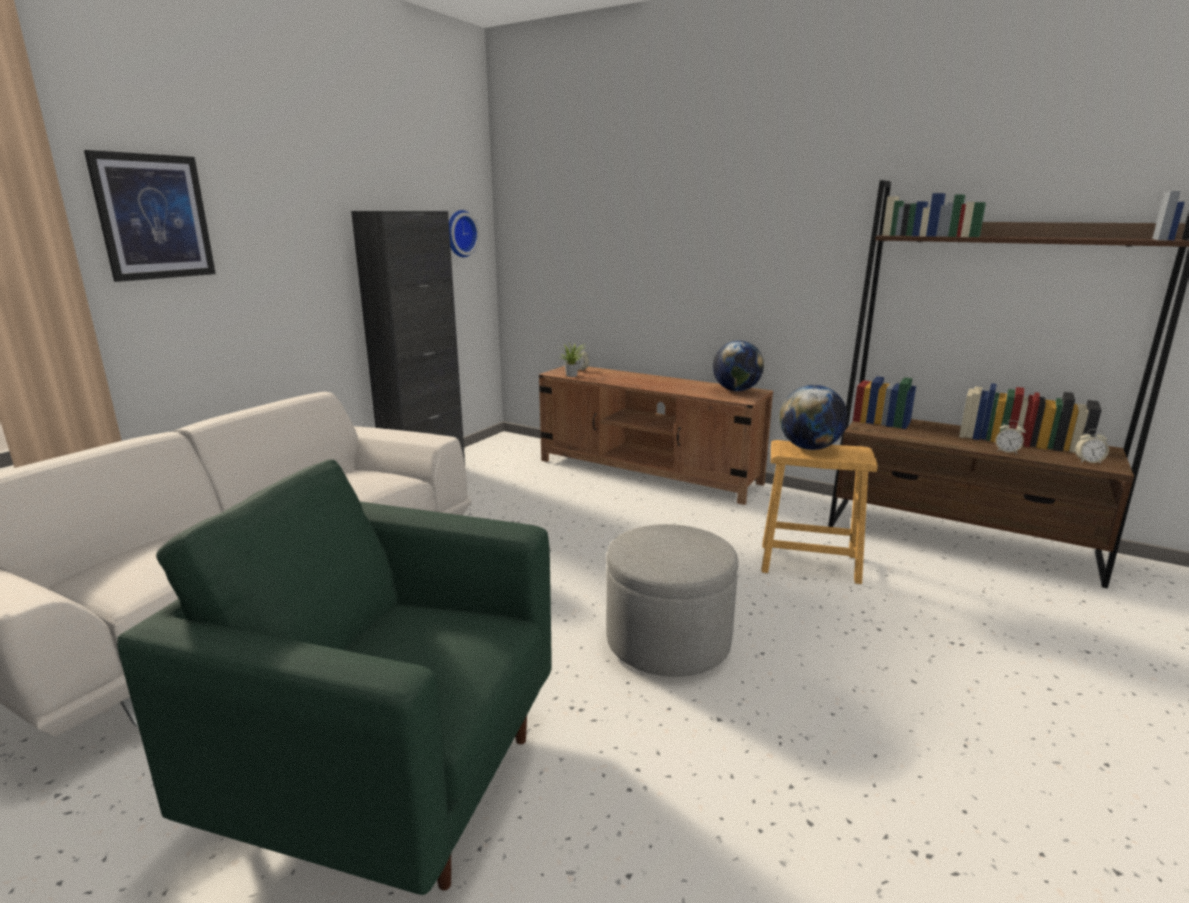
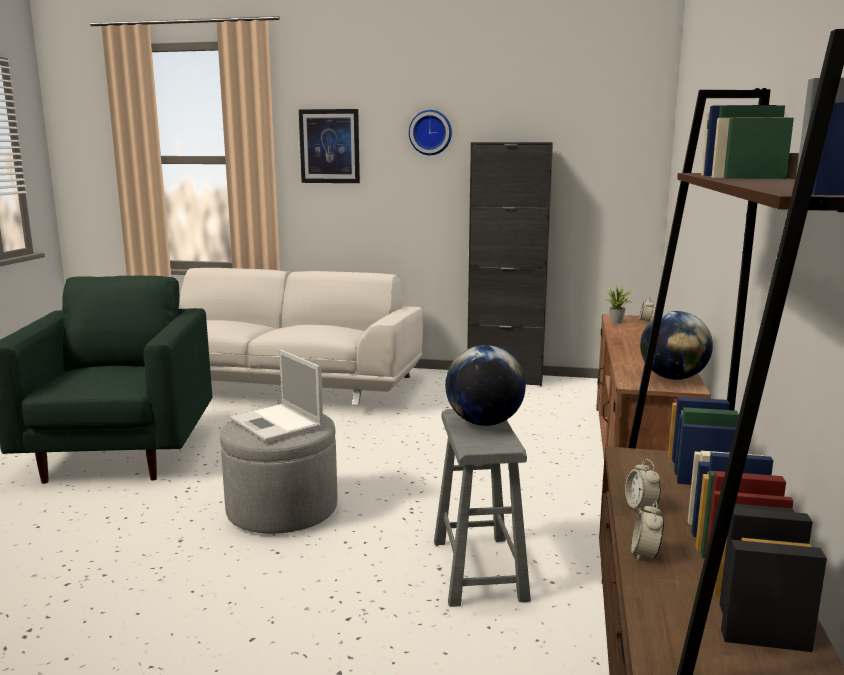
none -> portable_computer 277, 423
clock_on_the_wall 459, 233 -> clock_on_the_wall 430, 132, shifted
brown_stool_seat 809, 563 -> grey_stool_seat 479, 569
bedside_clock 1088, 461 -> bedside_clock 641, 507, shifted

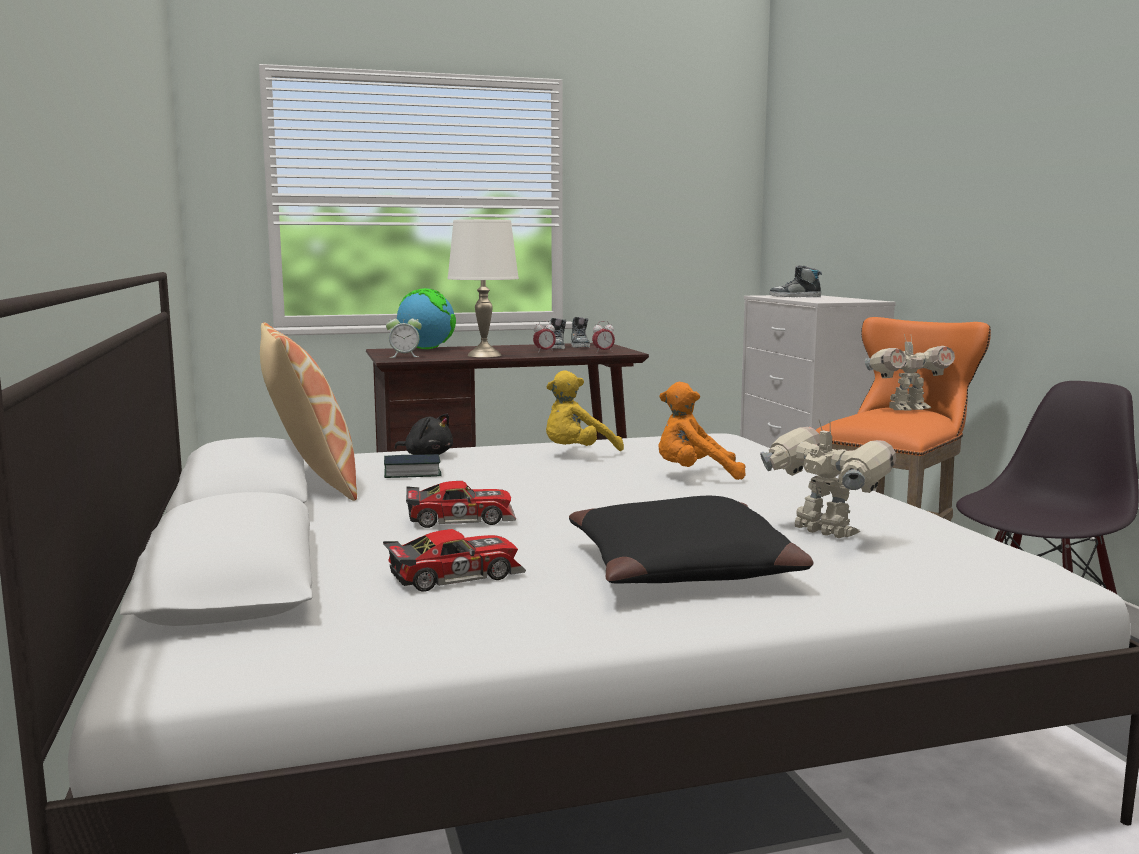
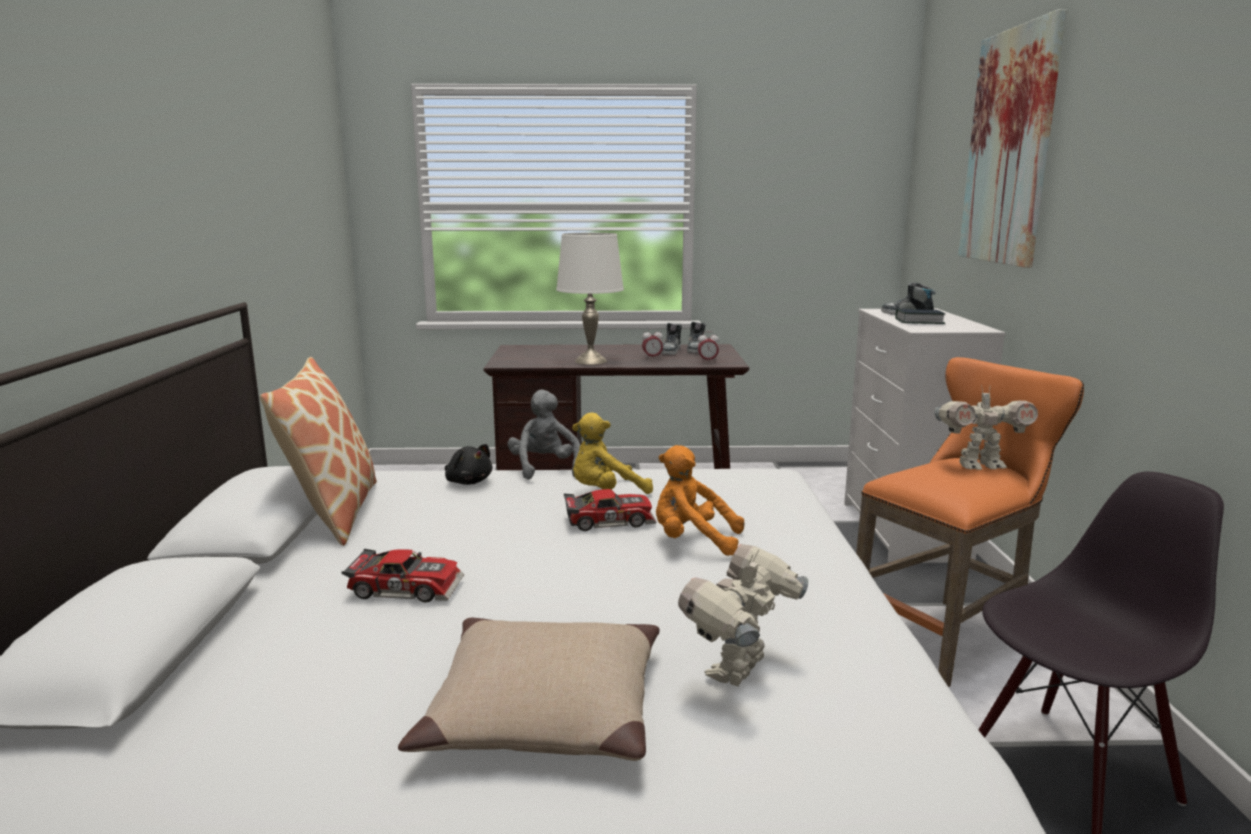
black_throw_pillow 683, 568 -> sand-coloured_throw_pillow 544, 711
none -> grey_cuddly_toy 544, 468
model_car 453, 574 -> model_car 609, 519, shifted
model_robot 823, 533 -> model_robot 740, 670, 120 degrees counterclockwise
bound_book 412, 473 -> bound_book 919, 321, shifted
none -> wall_picture 1009, 148
bedside_clock 404, 356 -> none
globe 426, 349 -> none

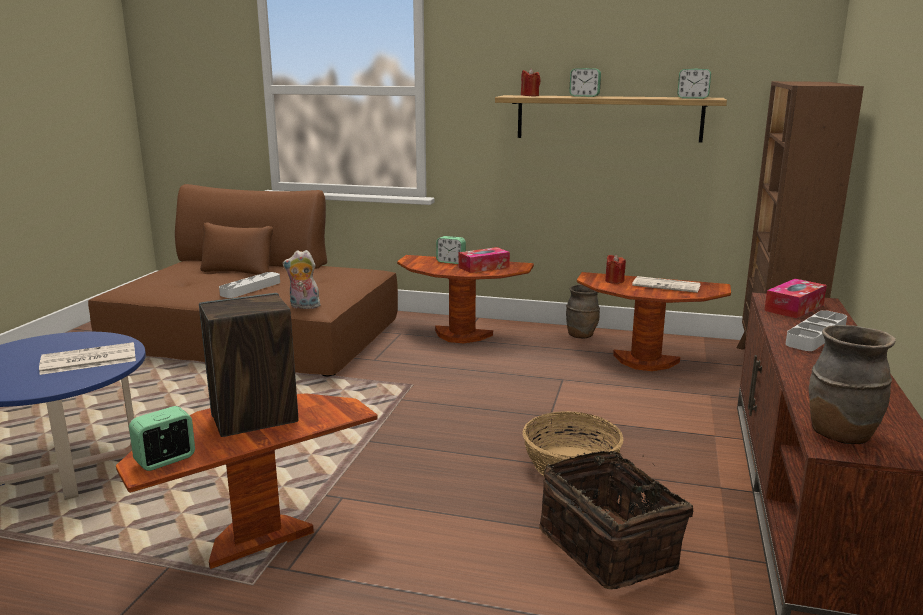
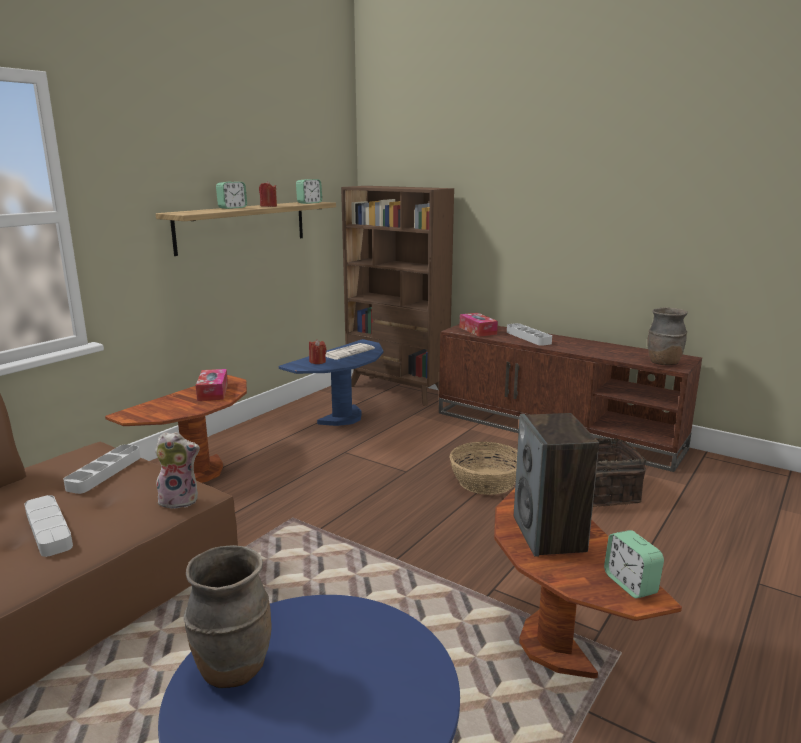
none -> grey_serving_tray 104, 472
cuddly_toy 303, 307 -> cuddly_toy 180, 500, 120 degrees counterclockwise
brown_decorative_vase 581, 335 -> brown_decorative_vase 233, 668, shifted
reddish_wax_light 530, 95 -> reddish_wax_light 268, 206, shifted
brown_accent_table 645, 362 -> blue-coloured_accent_table 343, 418
printed_paper 87, 360 -> none
bedside_clock 451, 262 -> none

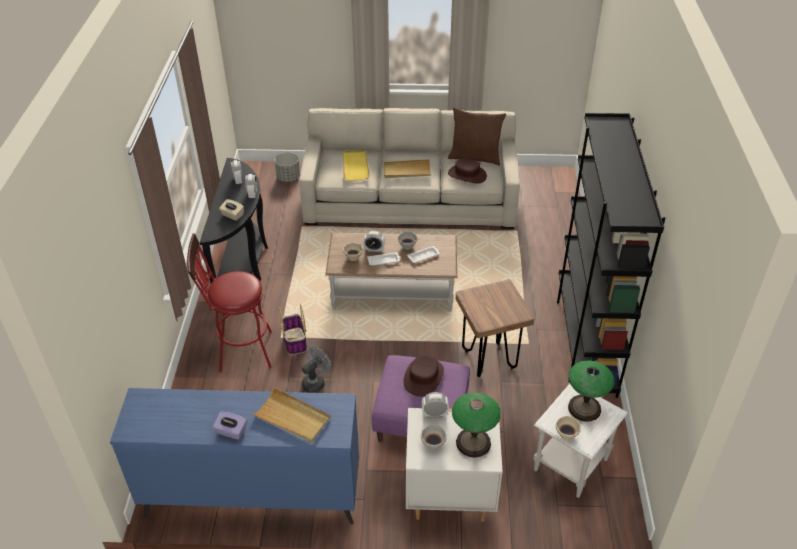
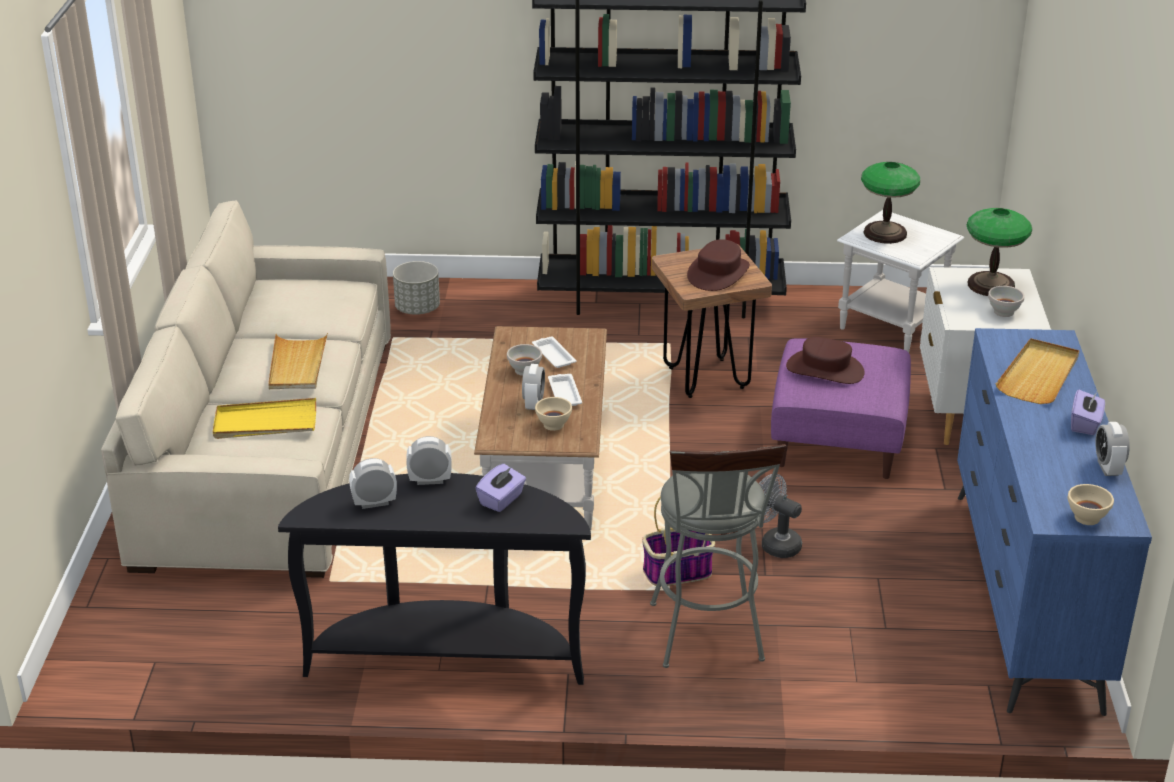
grey_plant_pot 288, 177 -> grey_plant_pot 417, 309, shifted
sand-coloured_box_of_tissues 232, 215 -> purplish_box_of_tissues 501, 500
reddish_stool_seat 240, 351 -> grey_stool_seat 708, 639
brown_wearable_hat 467, 175 -> brown_wearable_hat 718, 273, shifted
sand-coloured_bowl 566, 434 -> sand-coloured_bowl 1086, 517, shifted
bedside_clock 434, 414 -> bedside_clock 1107, 468, shifted
brown_throw_pillow 475, 157 -> none

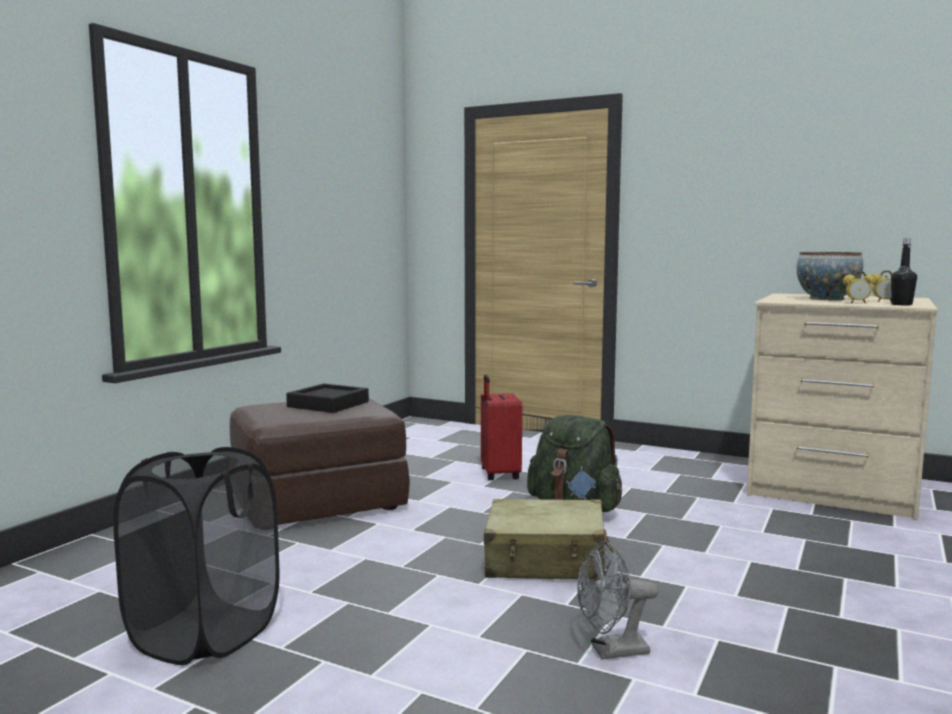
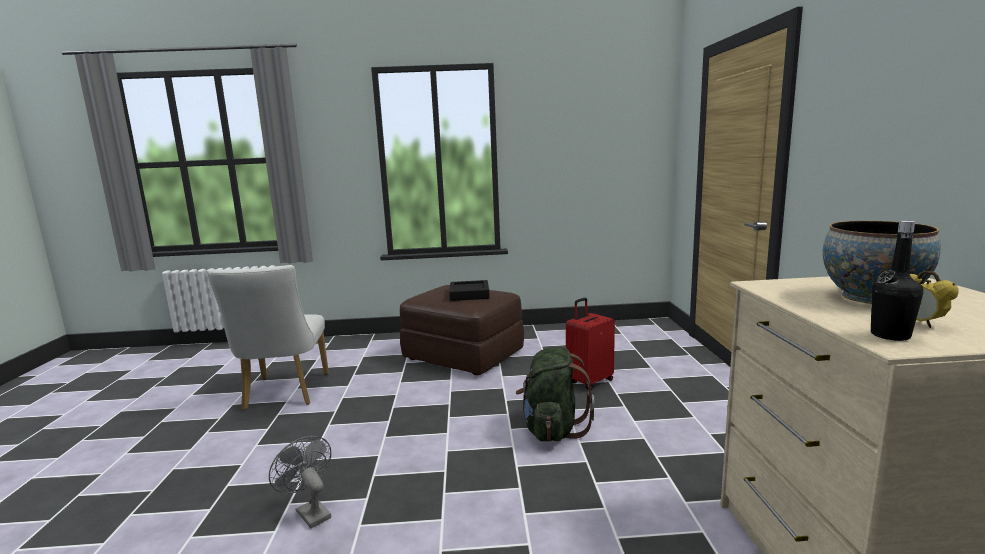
black_laundry_basket 204, 634 -> white-coloured_chair 284, 394
sand-coloured_suitcase 546, 560 -> none
bedside_clock 857, 303 -> none

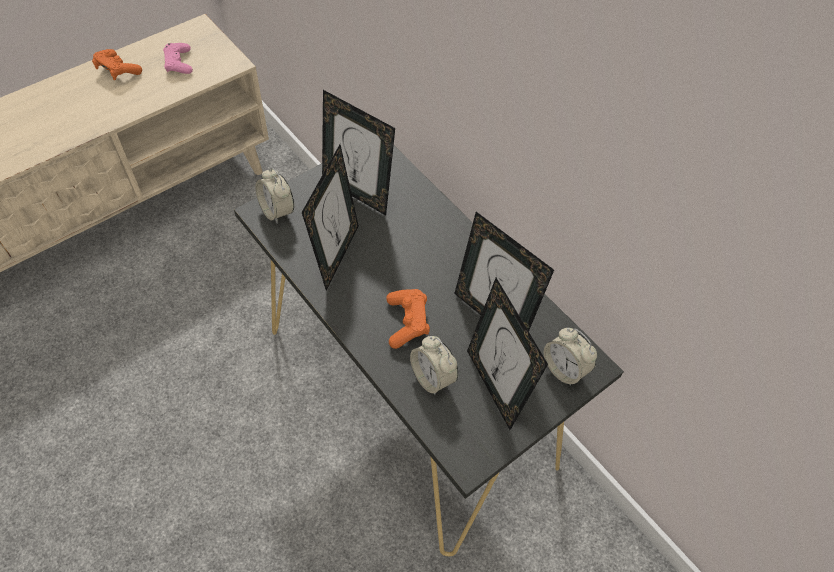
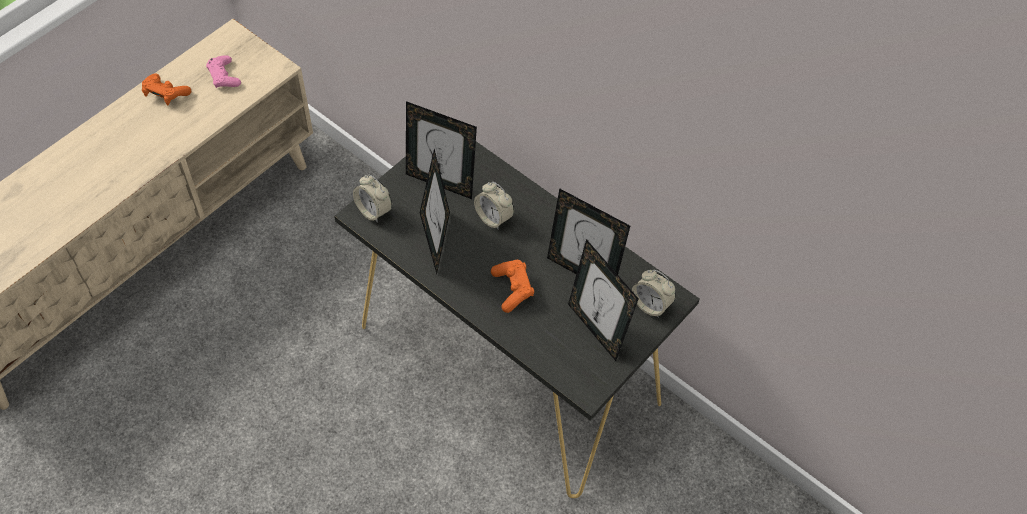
bedside_clock 432, 377 -> bedside_clock 494, 218, shifted

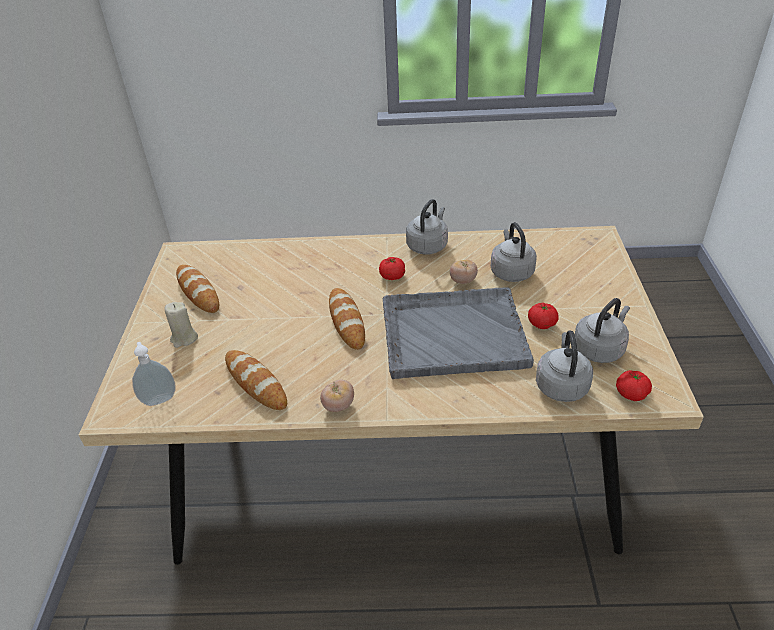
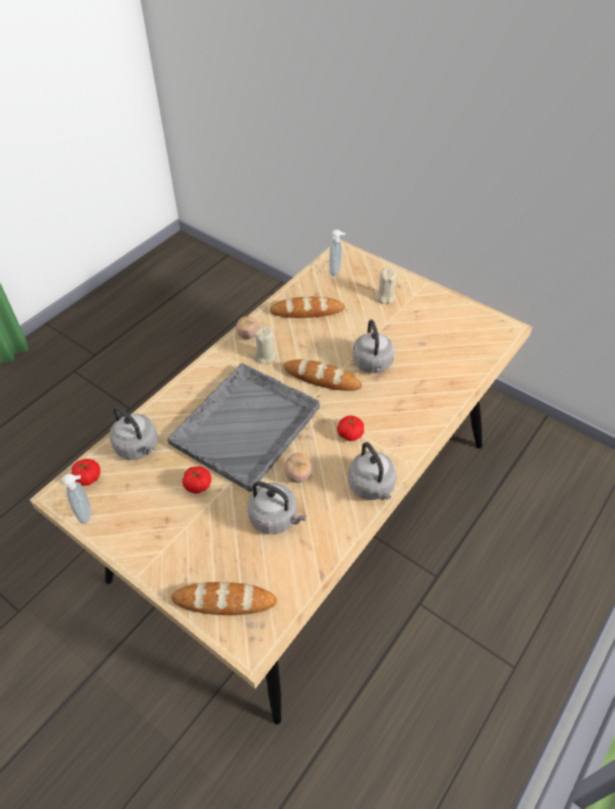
none -> soap_dispenser 87, 513
bread 198, 291 -> bread 224, 601, shifted
none -> sand-coloured_wax_light 265, 356
grey_tea_kettle 600, 349 -> grey_tea_kettle 372, 364, shifted

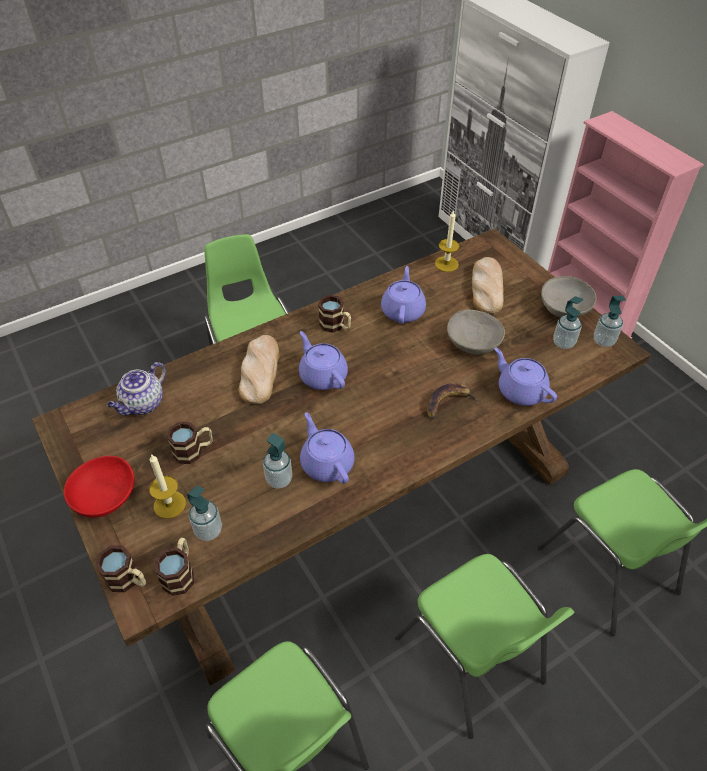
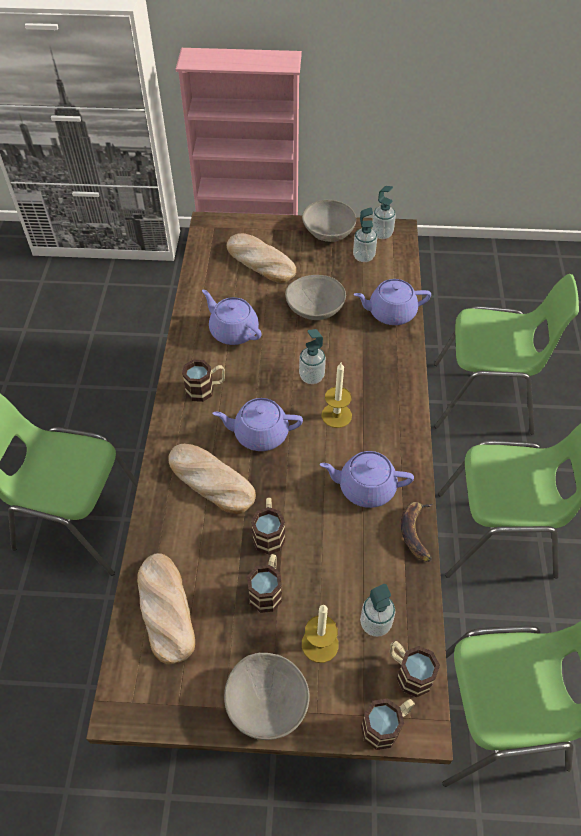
teapot 143, 404 -> bread 165, 608
reddish_bowl 104, 497 -> grey_bowl 266, 704
none -> coffee_mug 269, 533
soap_dispenser 279, 479 -> soap_dispenser 311, 376, shifted
wax_light 446, 264 -> wax_light 336, 415, shifted
banana 448, 403 -> banana 416, 532, shifted

